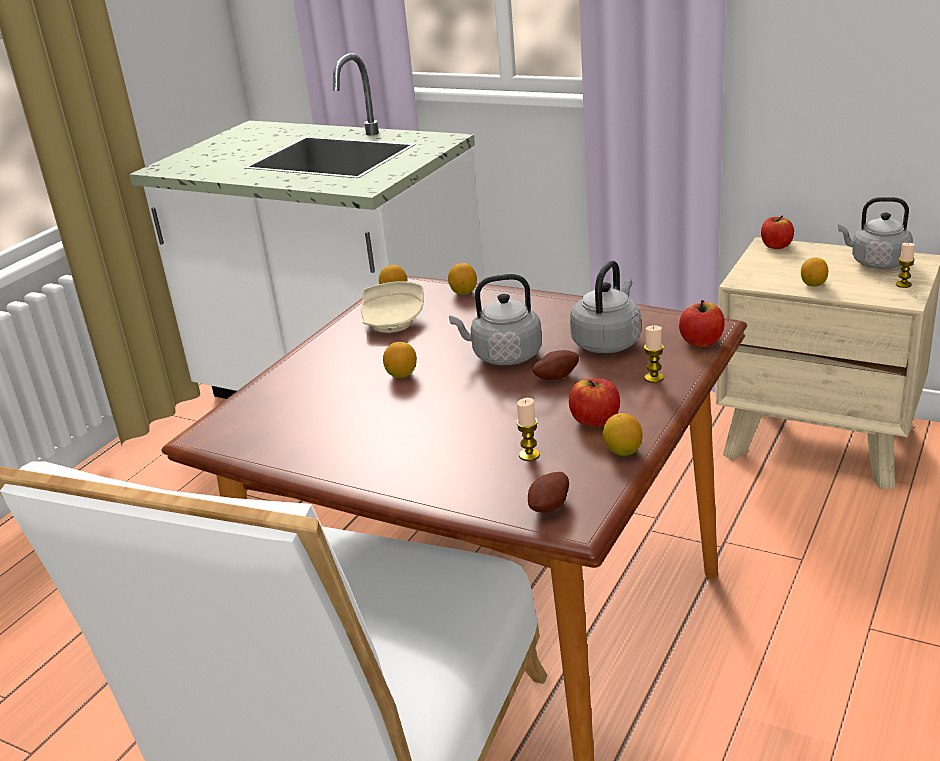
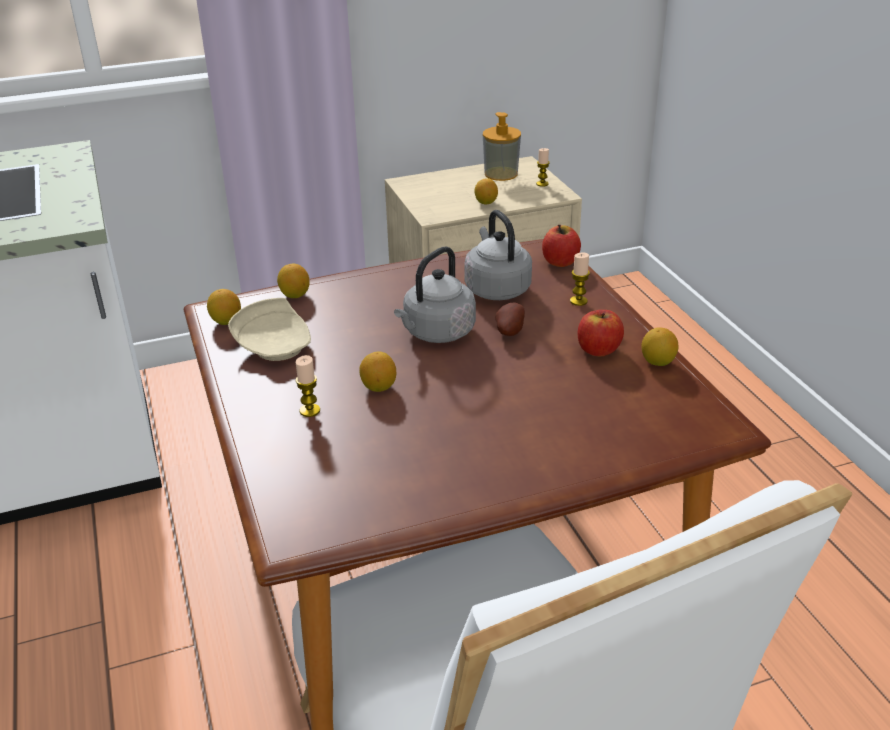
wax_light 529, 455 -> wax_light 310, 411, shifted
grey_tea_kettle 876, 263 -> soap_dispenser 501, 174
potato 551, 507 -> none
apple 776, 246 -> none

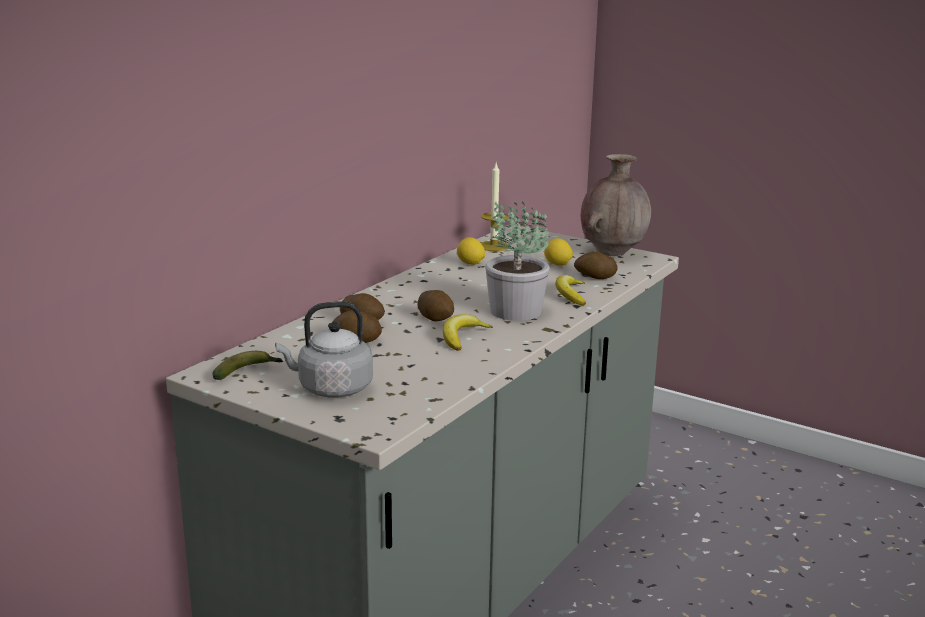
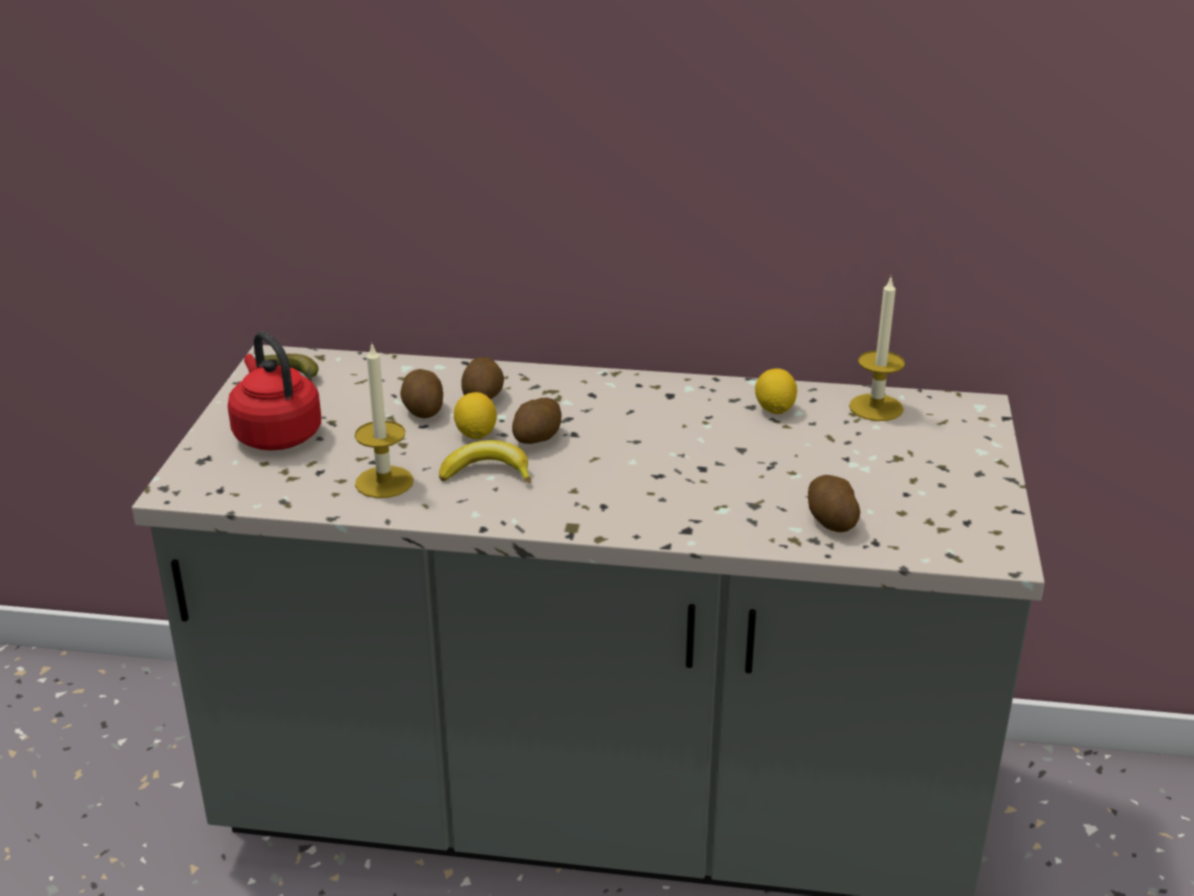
grey_tea_kettle 331, 389 -> reddish_tea_kettle 276, 434
none -> wax_light 384, 482
whole_lemon 557, 264 -> whole_lemon 476, 434, shifted
potted_plant 515, 311 -> none
banana 570, 295 -> none
brown_decorative_vase 612, 253 -> none

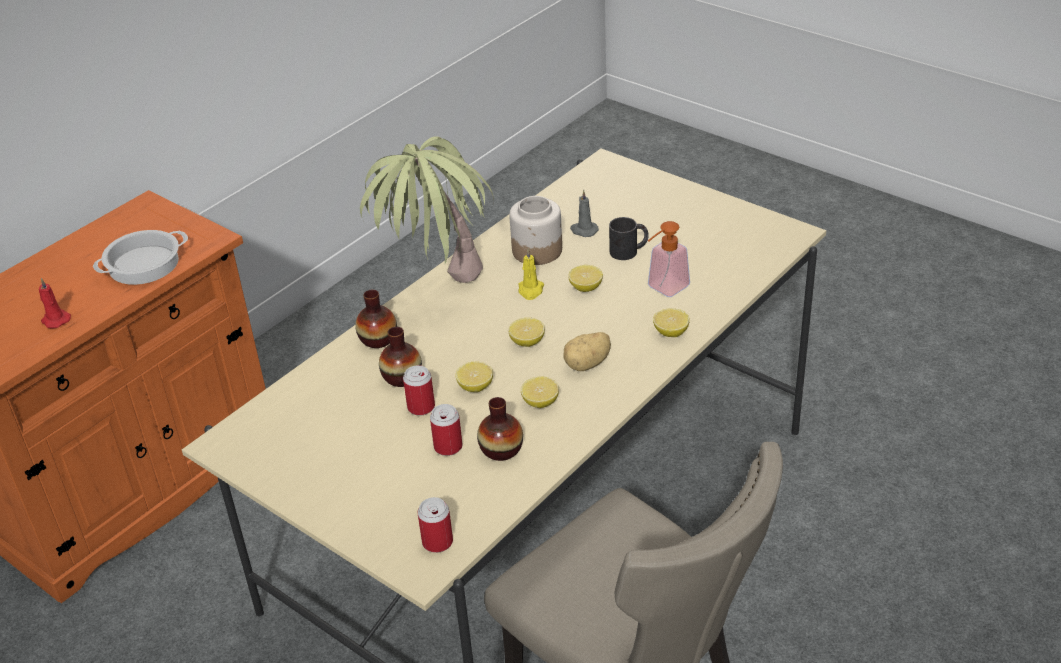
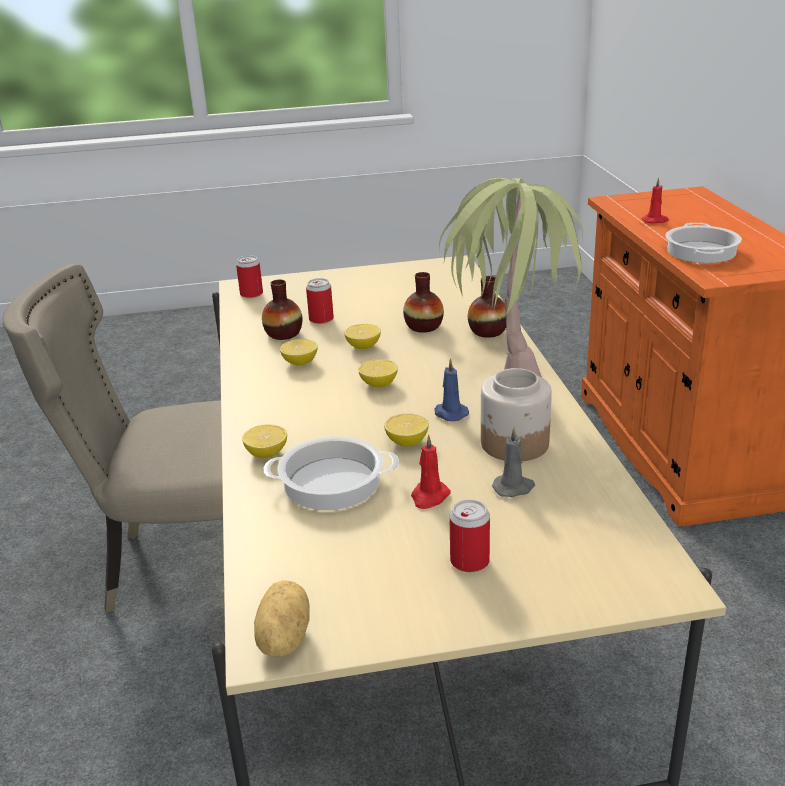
potato 588, 364 -> potato 281, 639, shifted
soap_dispenser 663, 289 -> stockpot 331, 483
black_coffee_mug 629, 251 -> reddish_wax_light 429, 497
yellow_wax_light 530, 290 -> blue-coloured_wax_light 450, 413
sealed_can 421, 407 -> sealed_can 469, 561, shifted

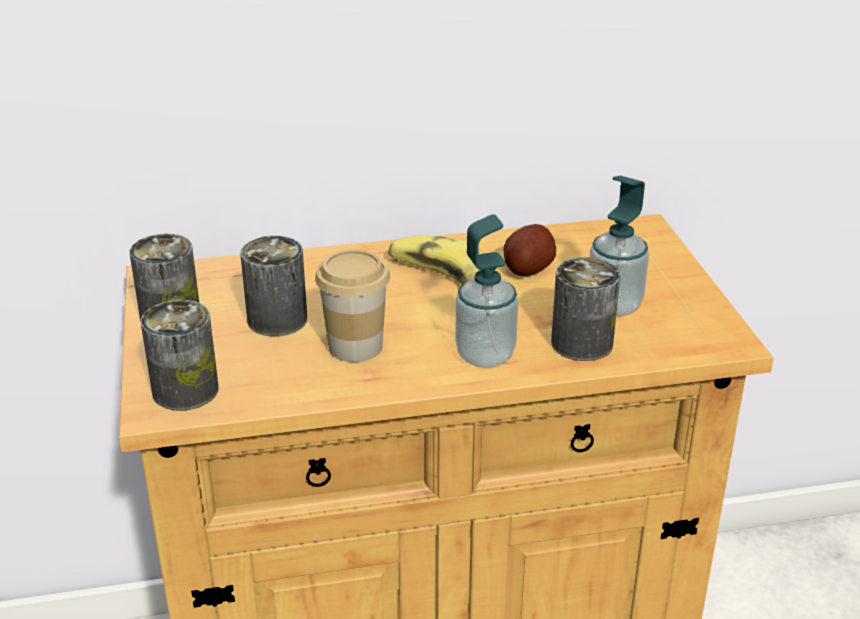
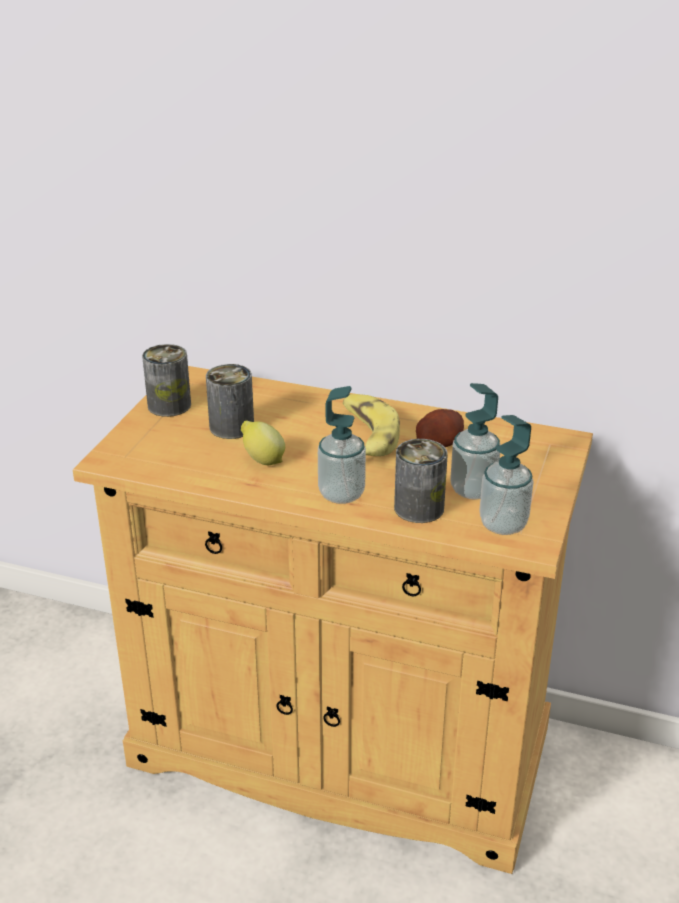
drinking_cup 355, 346 -> whole_lemon 262, 460
none -> soap_dispenser 503, 524
sealed_can 185, 390 -> none

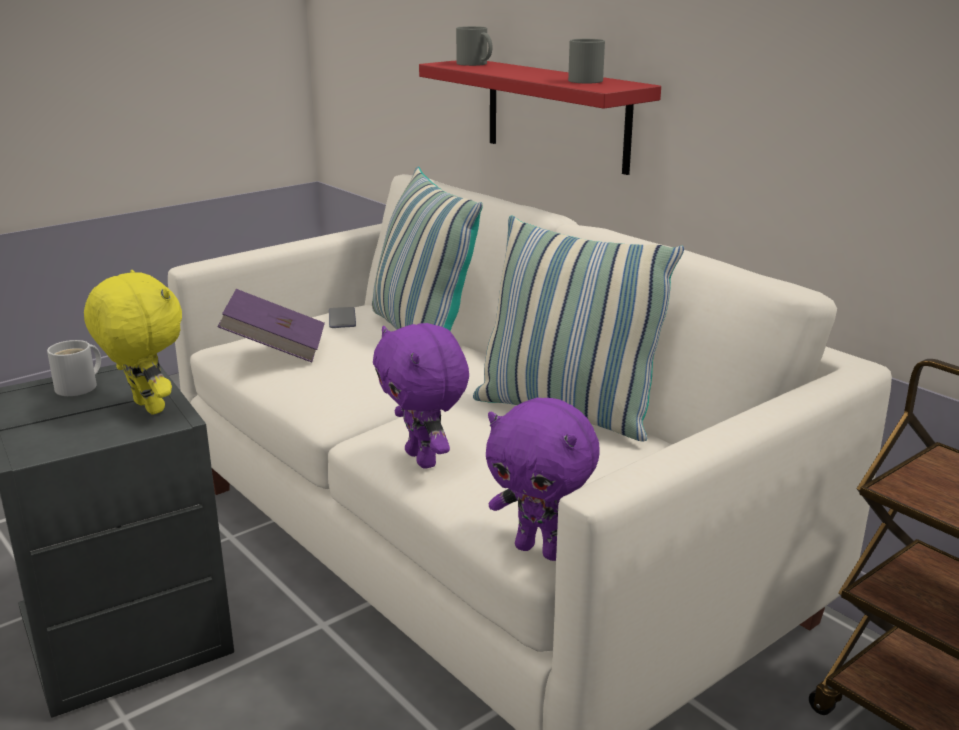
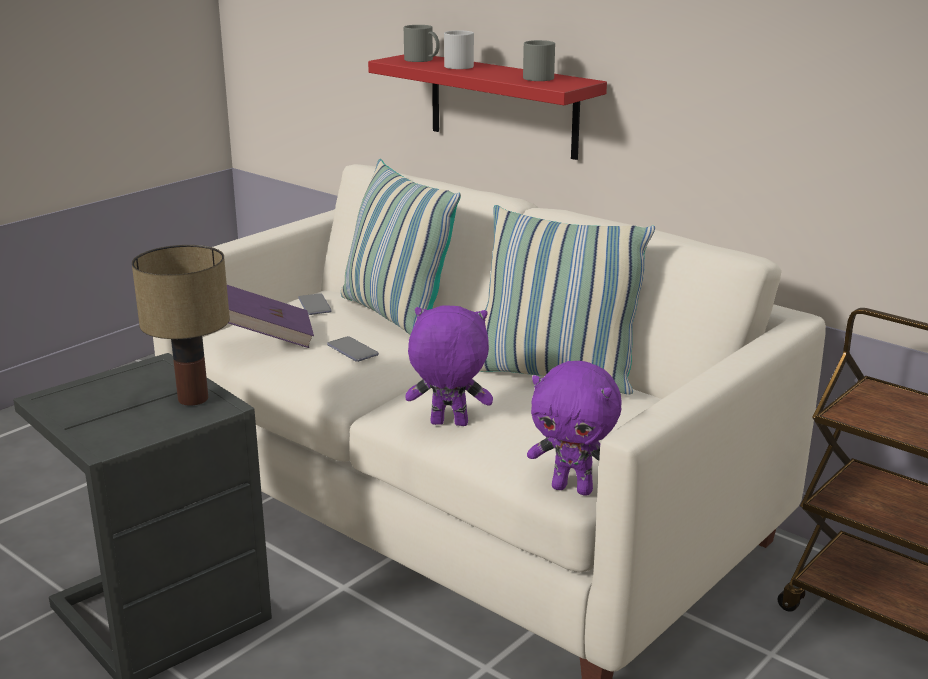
yellow_cuddly_toy 146, 408 -> lamp_for_a_table 191, 399
none -> telephone 352, 350
purplish_cuddly_toy 424, 459 -> purplish_cuddly_toy 448, 424, 135 degrees clockwise
white-coloured_coffee_mug 80, 387 -> white-coloured_coffee_mug 461, 66, shifted

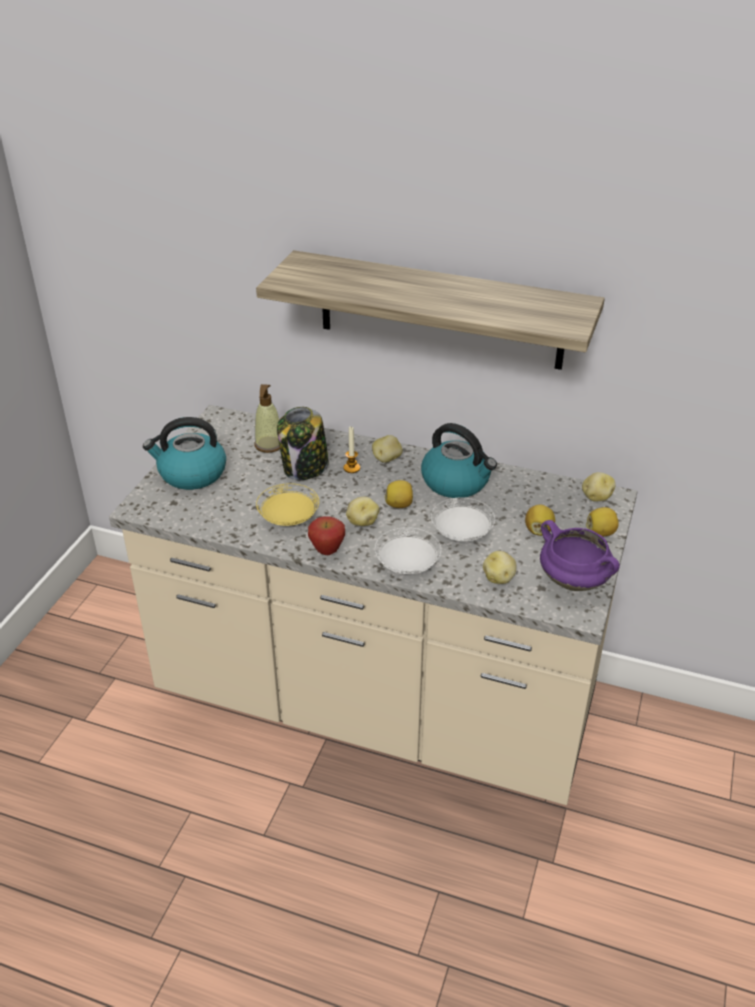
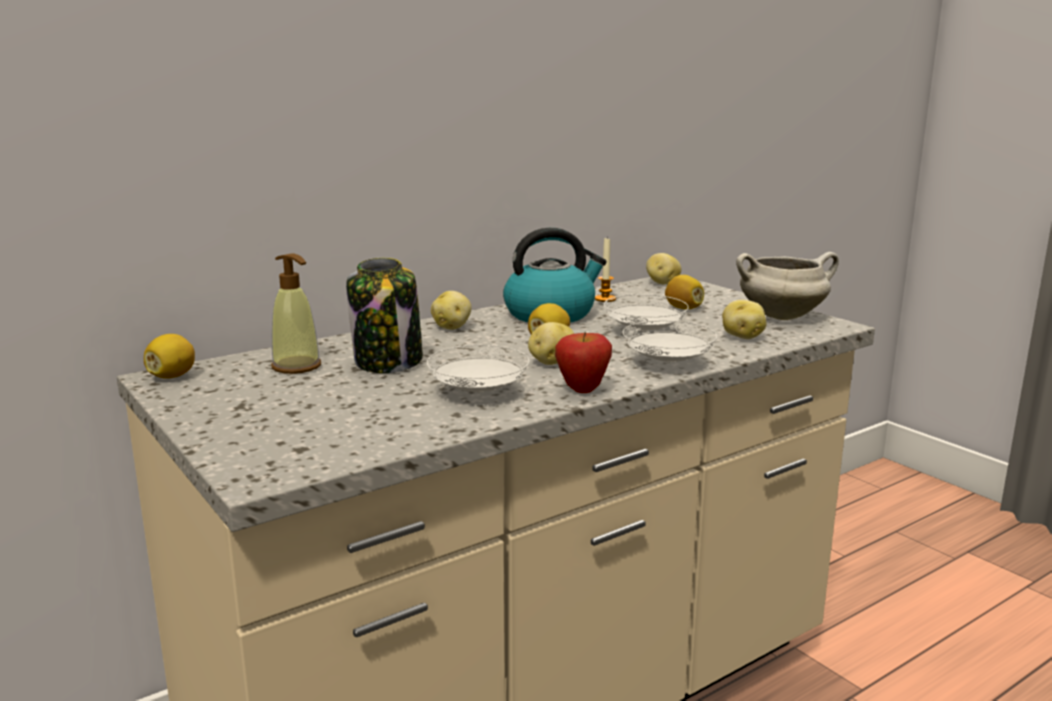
whole_lemon 601, 532 -> whole_lemon 172, 376, shifted
yellow_dinner_plate 289, 518 -> white-coloured_dinner_plate 478, 392
wax_light 351, 468 -> wax_light 605, 299, shifted
purplish_stockpot 575, 581 -> white-coloured_stockpot 782, 316
tea_kettle 191, 474 -> none
bracket_shelf 440, 310 -> none

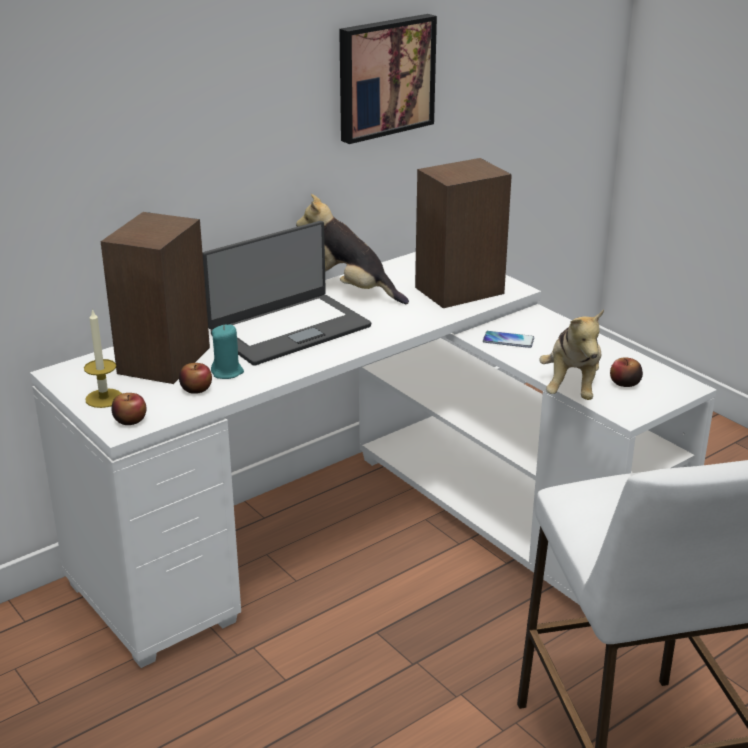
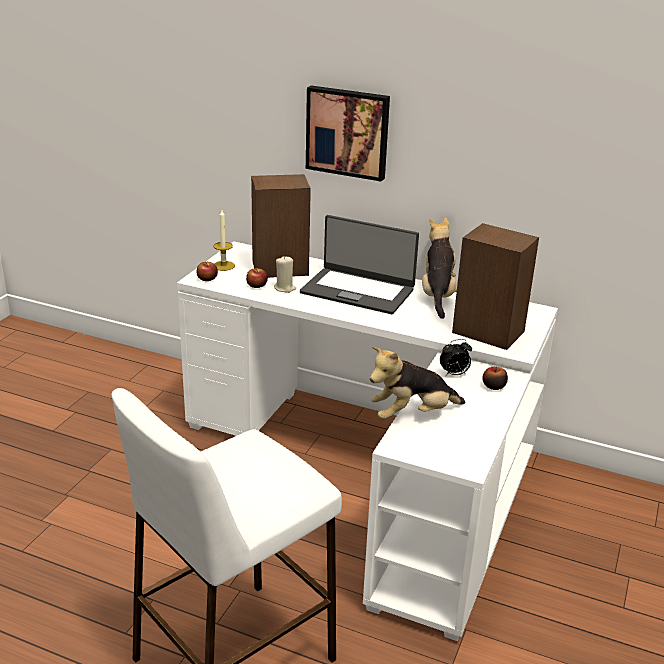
blue-green_wax_light 227, 372 -> sand-coloured_wax_light 285, 288
wall_picture 384, 77 -> wall_picture 348, 132, shifted
telephone 508, 340 -> bedside_clock 454, 374
apple 624, 383 -> apple 493, 386, shifted

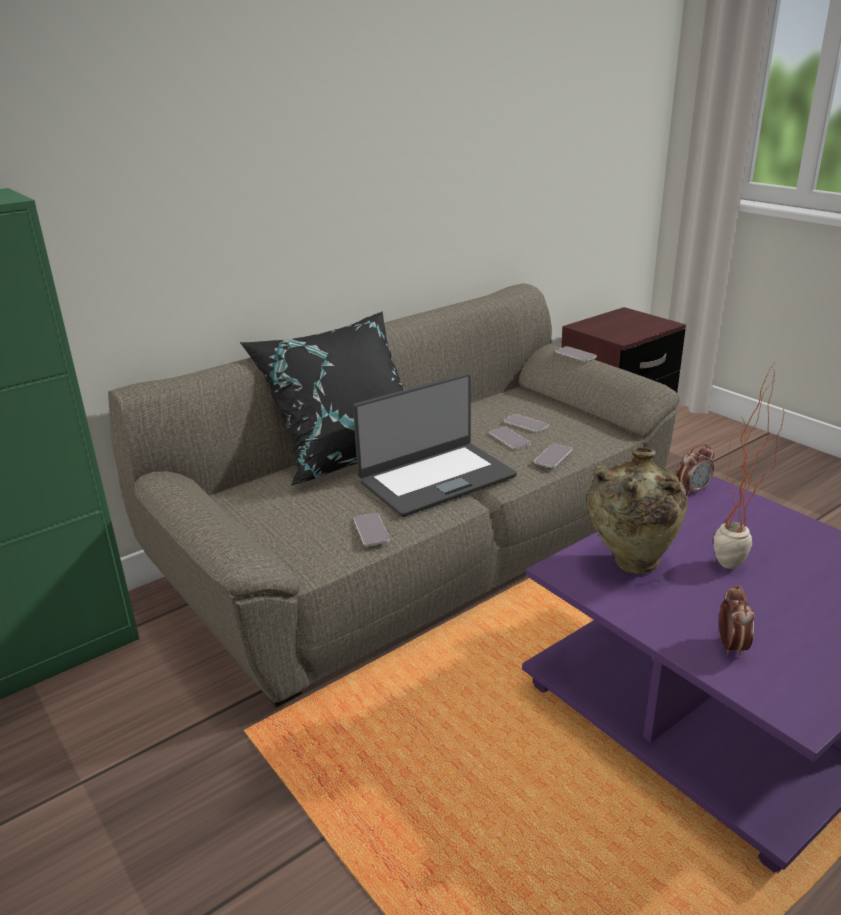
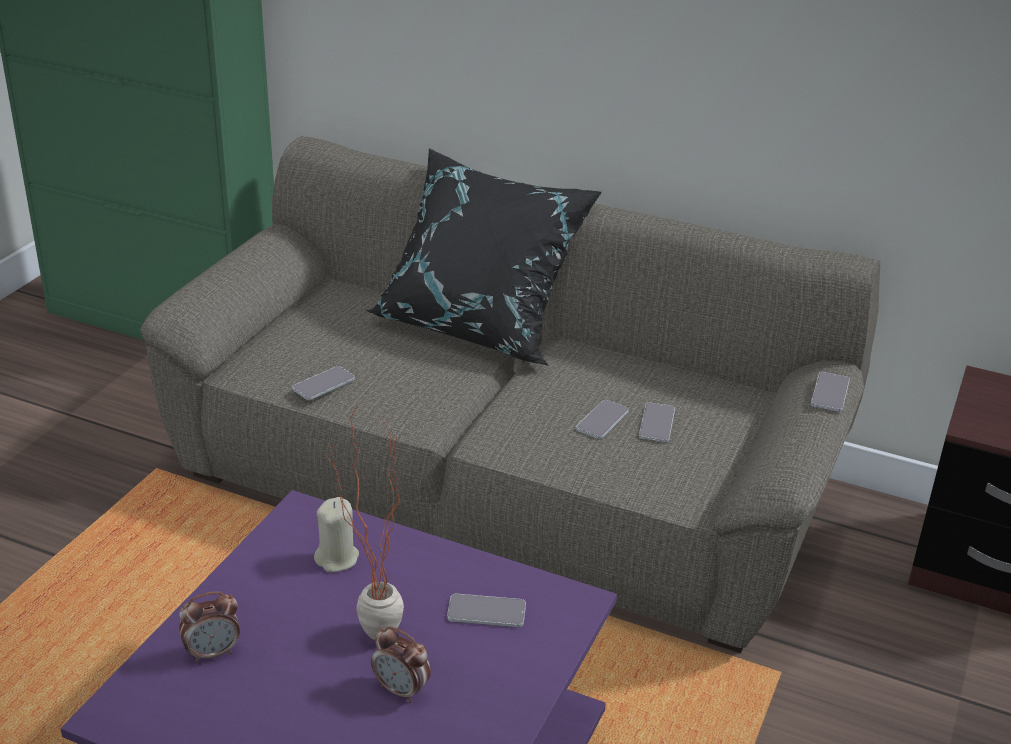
sand-coloured_decorative_vase 630, 565 -> sand-coloured_wax_light 337, 558
bedside_clock 692, 490 -> bedside_clock 401, 690, shifted
telephone 553, 457 -> telephone 486, 612, shifted
portable_computer 436, 478 -> none

